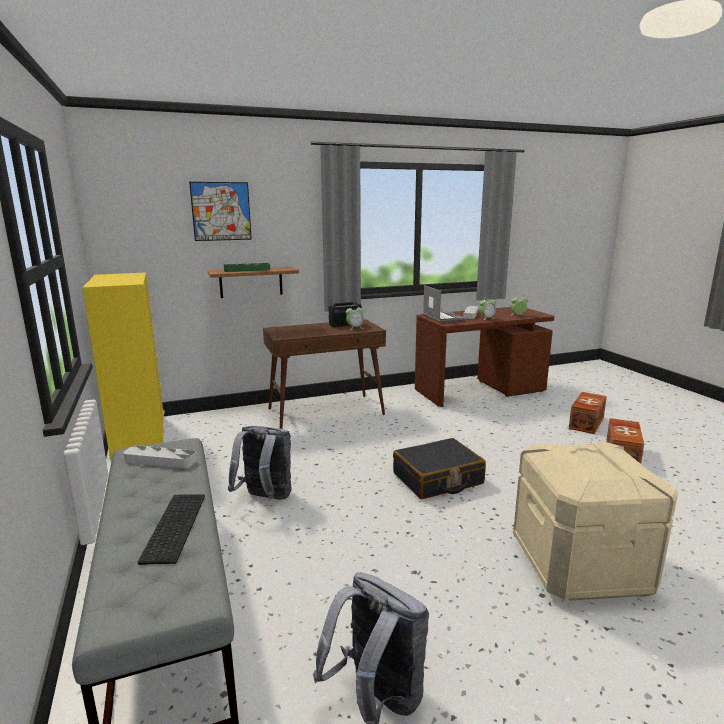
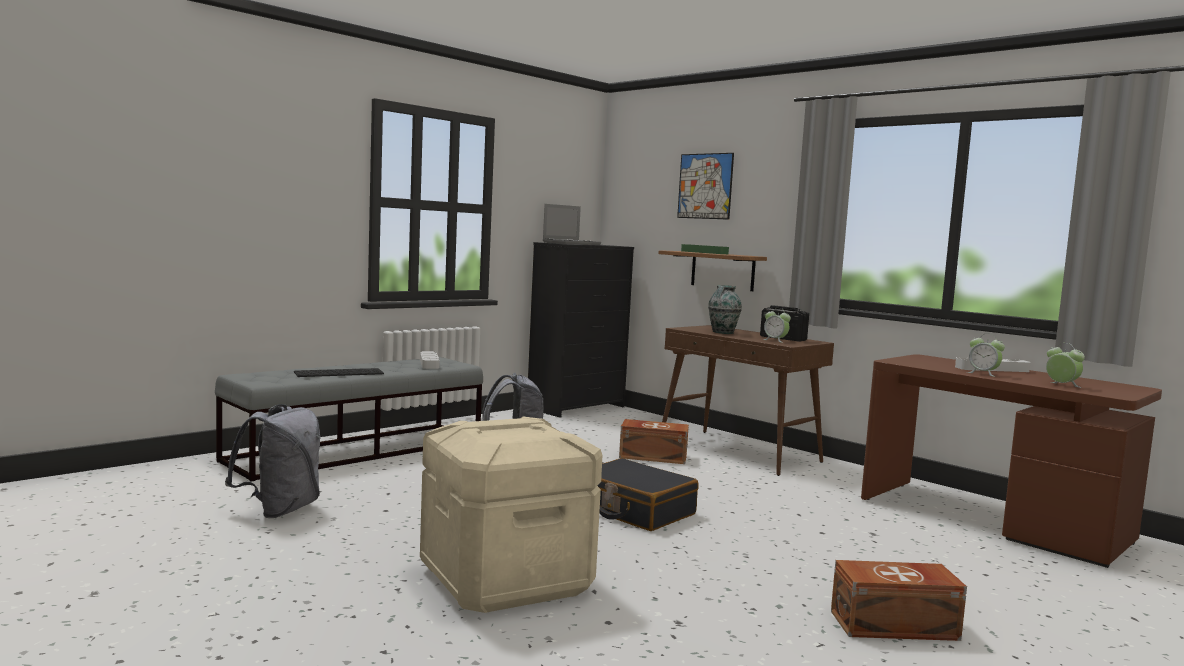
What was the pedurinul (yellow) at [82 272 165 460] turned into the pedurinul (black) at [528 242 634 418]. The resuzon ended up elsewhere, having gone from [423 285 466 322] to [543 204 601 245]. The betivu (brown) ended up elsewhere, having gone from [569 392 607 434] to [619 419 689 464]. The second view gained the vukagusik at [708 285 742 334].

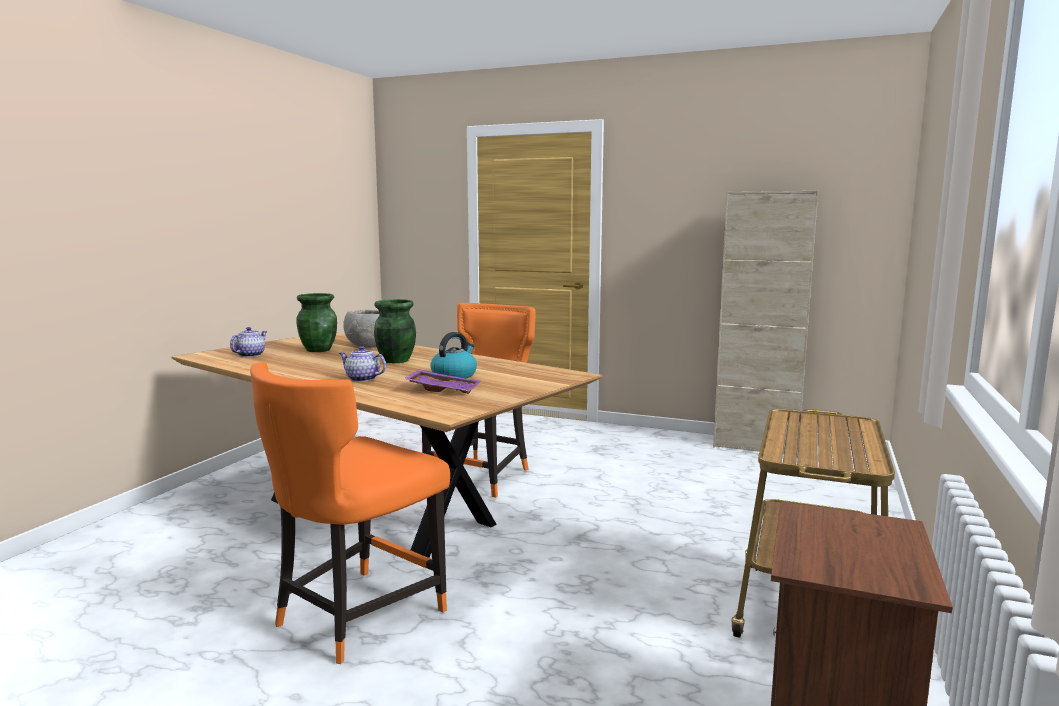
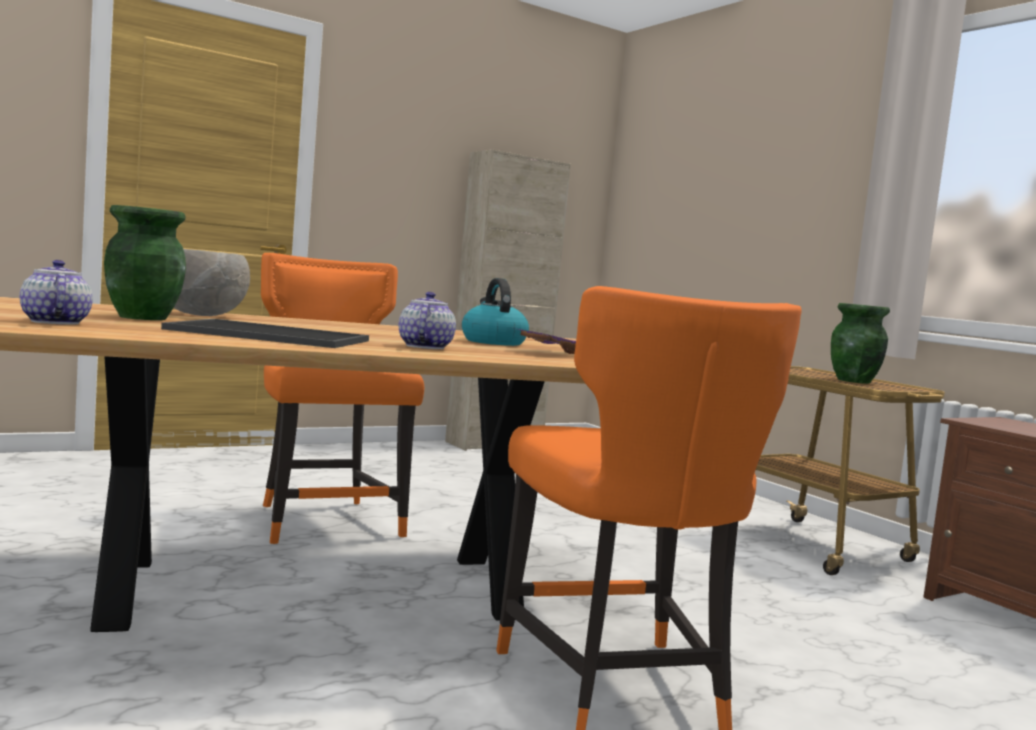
The vukagusik (green) ended up elsewhere, having gone from [374 299 416 363] to [831 303 890 384]. The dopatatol at [339 346 386 382] ended up facing another way, 120 degrees clockwise from before. The second view gained the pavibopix at [161 319 369 348].

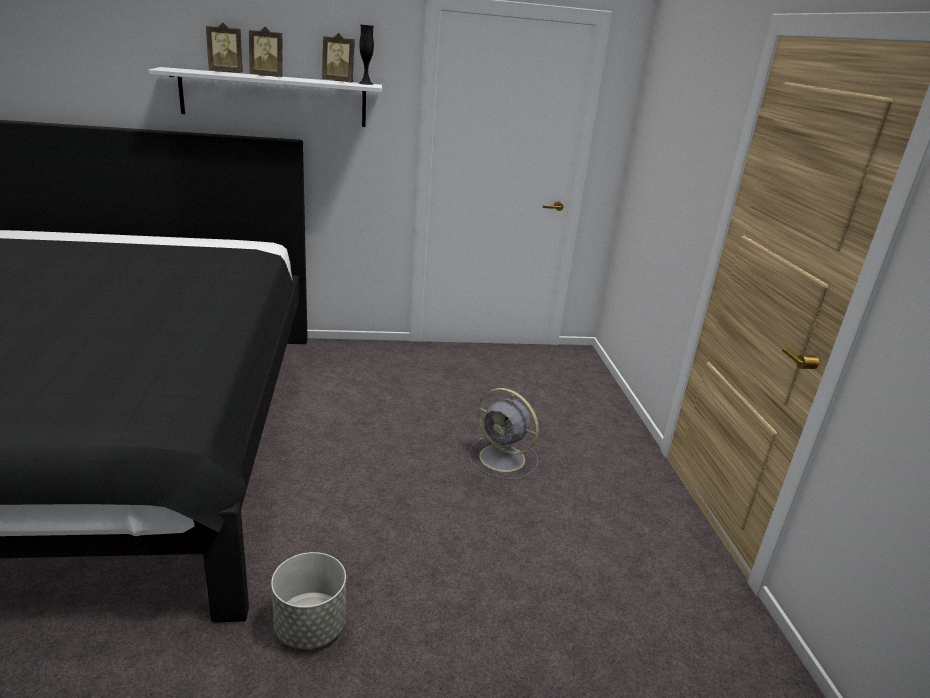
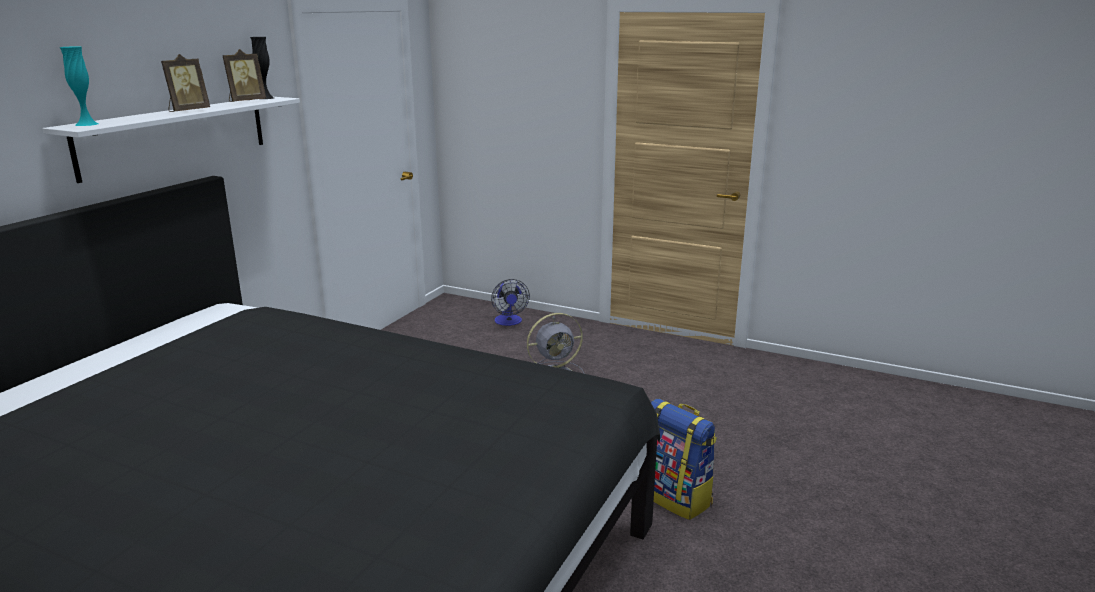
The second view lost the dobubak at [206 22 243 73]. Where the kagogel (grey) stood at [271 552 346 649], the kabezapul came to stand at [651 399 717 520]. The second view gained the vukagusik (turquoise) at [60 46 99 126]. The second view gained the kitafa at [491 279 530 326].

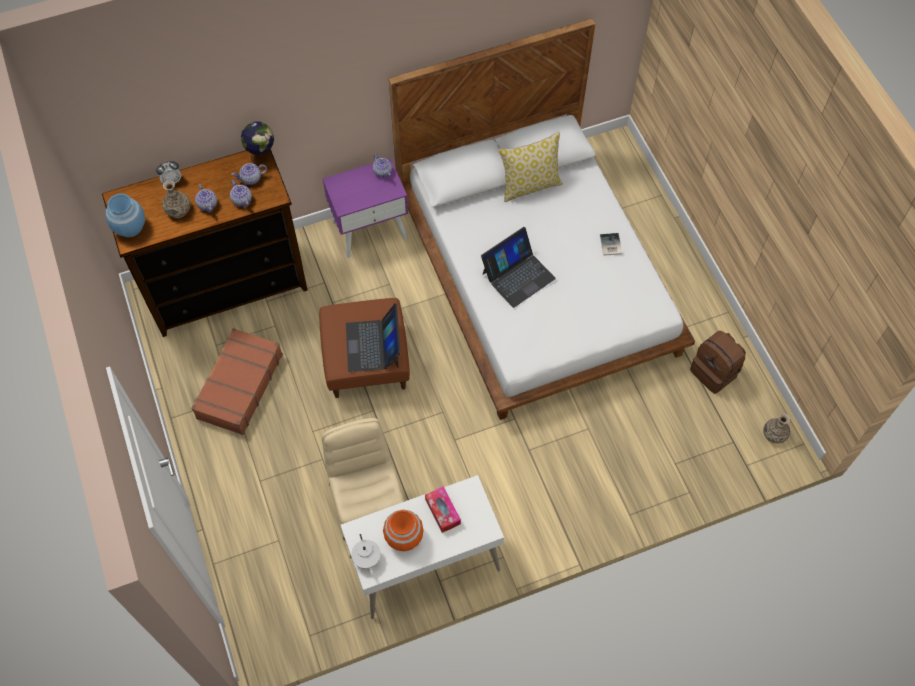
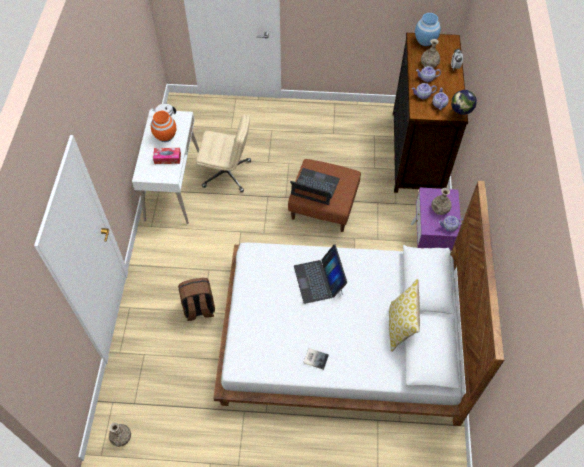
The second view lost the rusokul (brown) at [191 328 283 435]. The kabezapul (brown) ended up elsewhere, having gone from [690 331 746 394] to [178 278 215 321]. The second view gained the vukagusik at [431 188 452 215].

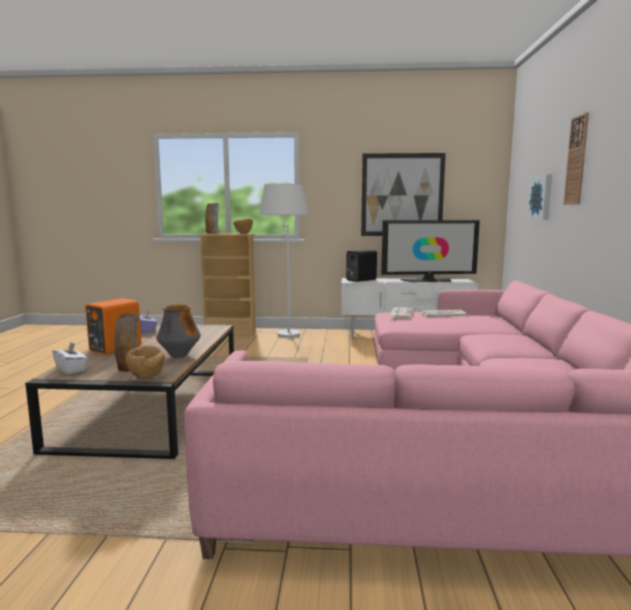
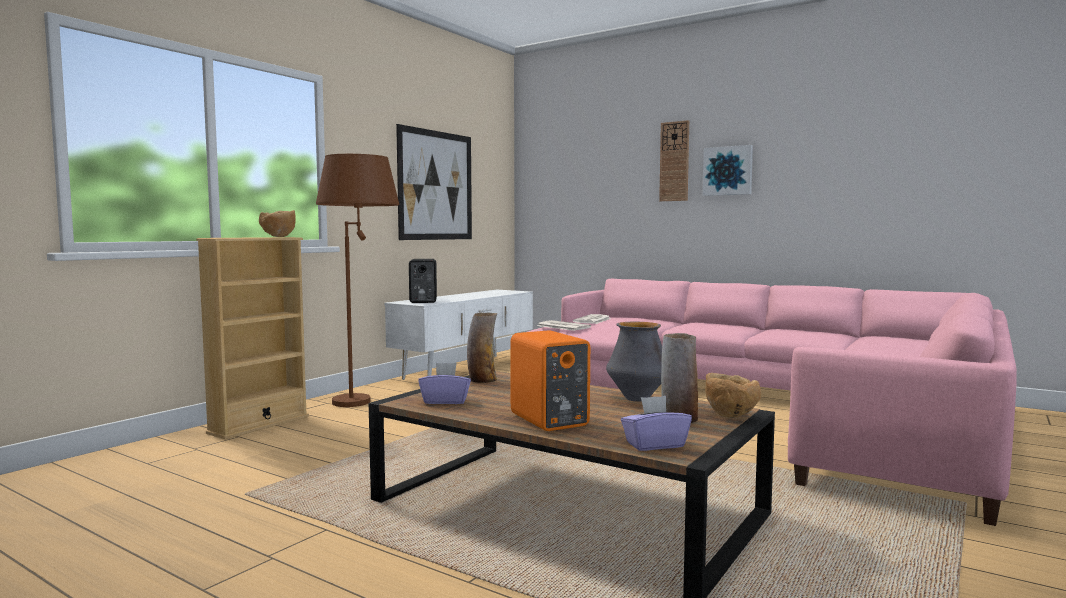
The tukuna ended up elsewhere, having gone from [527 174 552 220] to [703 145 753 196]. What was the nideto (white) at [259 184 309 338] turned into the nideto (brown) at [316 154 399 407]. The vukagusik ended up elsewhere, having gone from [205 203 219 233] to [467 312 497 383]. The second view lost the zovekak at [381 220 480 282]. What was the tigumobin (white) at [52 342 88 374] turned into the tigumobin (purple) at [621 396 692 451].

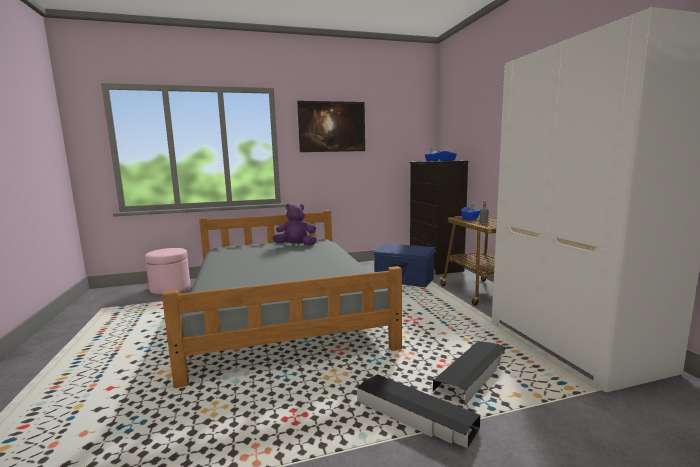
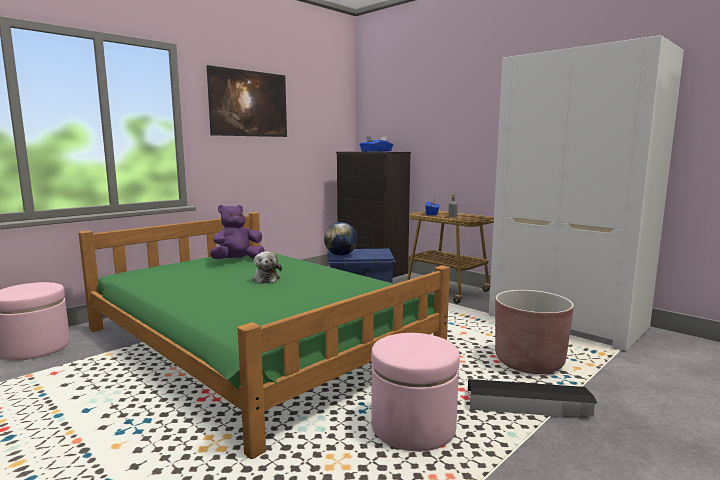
What was the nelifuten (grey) at [162 210 402 388] turned into the nelifuten (green) at [78 212 450 459]. Where the betivu (black) stood at [433 341 506 405], the kagogel (brown) came to stand at [495 290 574 374]. The second view gained the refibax at [324 222 358 256]. The second view gained the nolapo at [252 251 282 283]. The second view gained the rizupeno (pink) at [371 333 460 451].

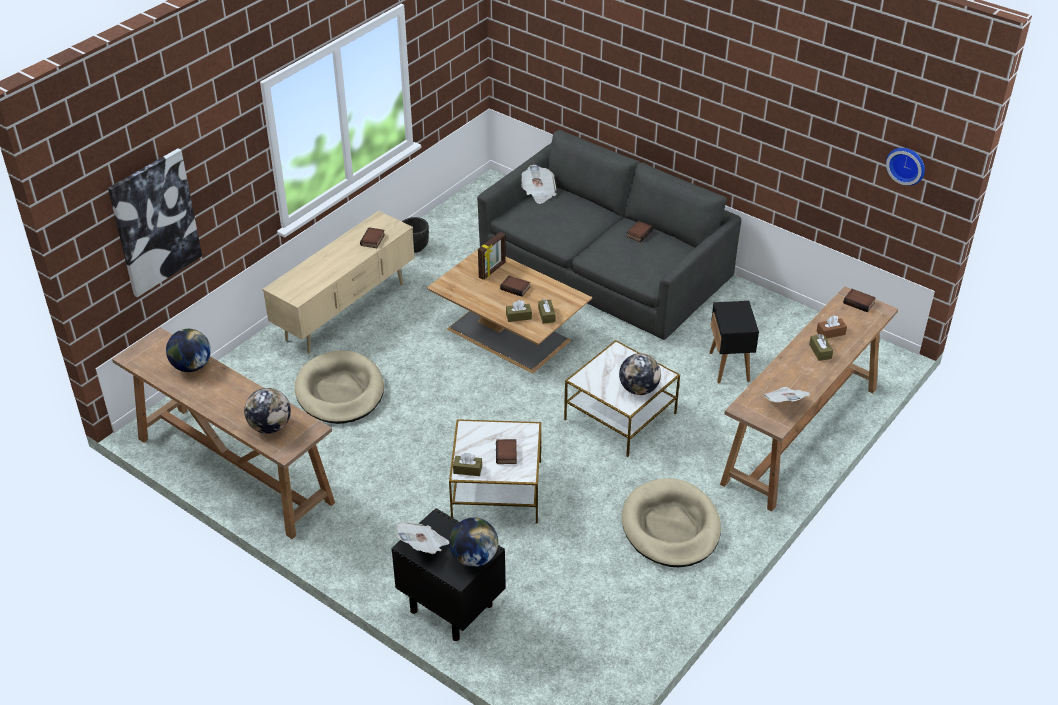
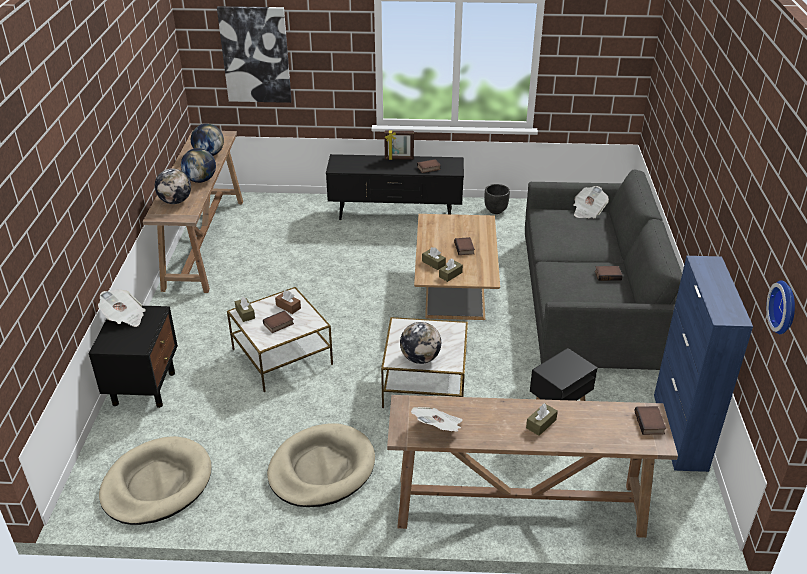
What was the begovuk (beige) at [263 211 414 354] turned into the begovuk (black) at [326 154 464 220]. The dobubak ended up elsewhere, having gone from [478 232 505 280] to [384 130 414 160]. The tigumobin (brown) ended up elsewhere, having gone from [817 315 847 339] to [275 290 301 314]. The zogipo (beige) ended up elsewhere, having gone from [295 350 384 424] to [99 436 212 525]. The refibax ended up elsewhere, having gone from [449 518 498 567] to [181 148 216 183]. The second view gained the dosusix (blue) at [654 256 753 472].

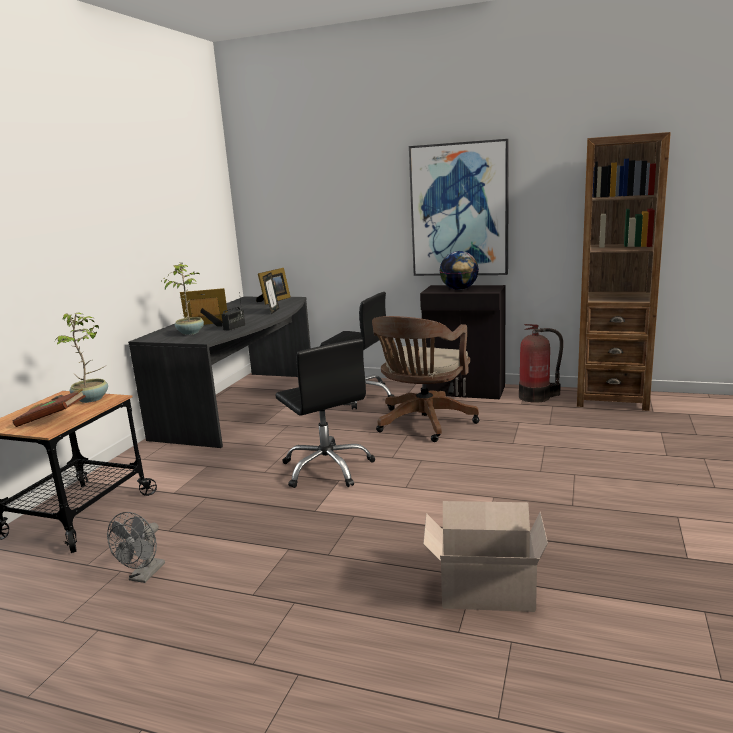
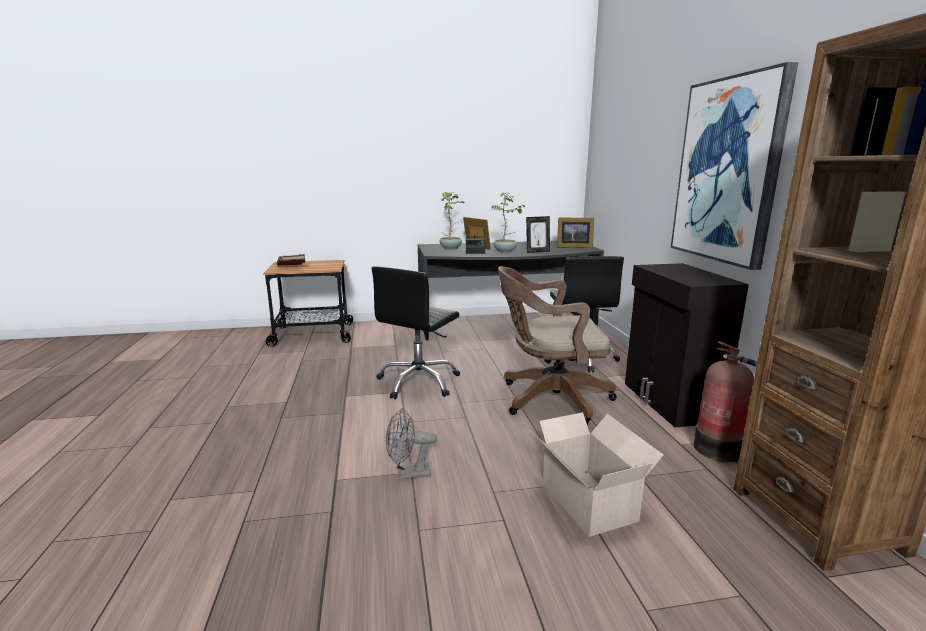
The second view lost the refibax at [440 251 479 290]. The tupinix ended up elsewhere, having gone from [55 312 108 403] to [491 192 525 253]. The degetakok ended up elsewhere, having gone from [423 501 548 612] to [530 412 664 537]. The kitafa (grey) ended up elsewhere, having gone from [107 512 165 583] to [386 408 437 480].

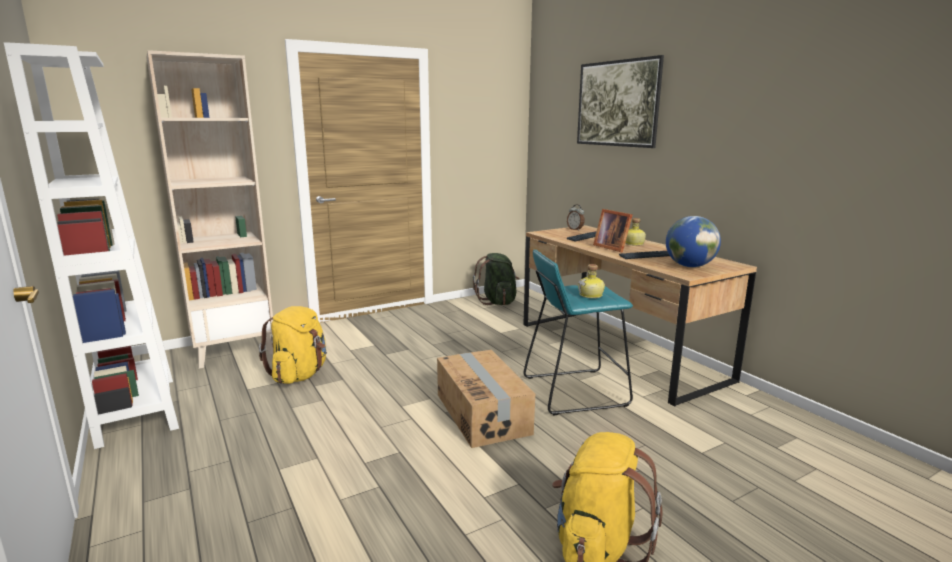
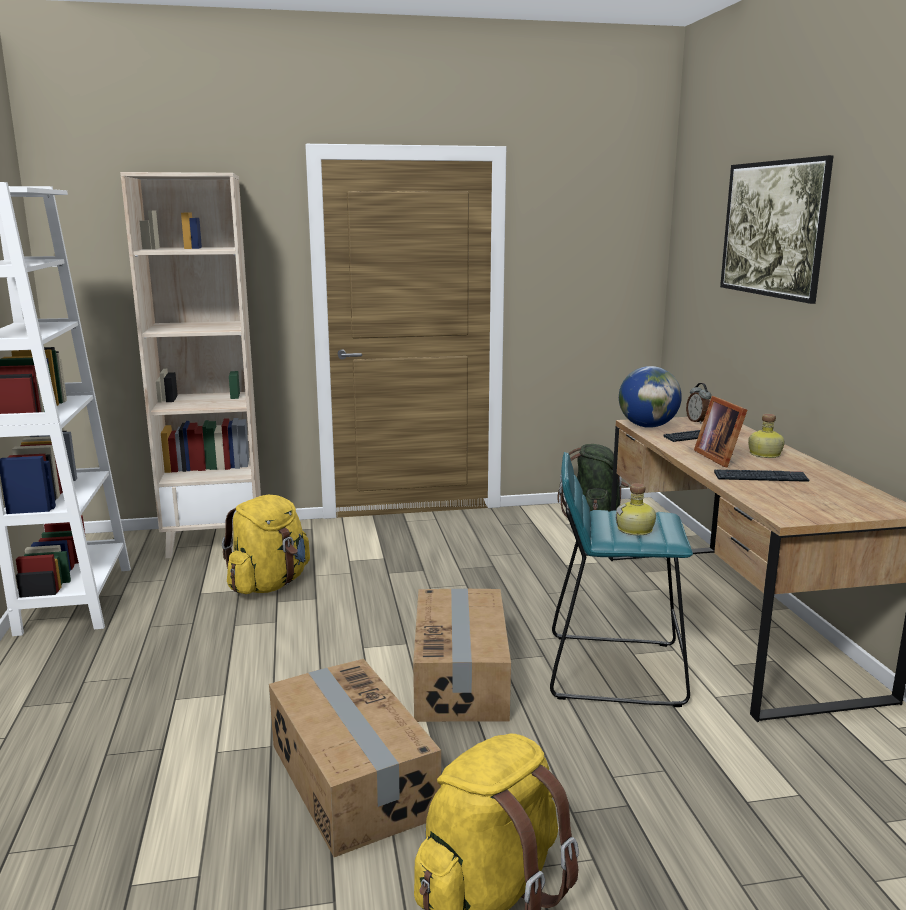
The refibax ended up elsewhere, having gone from [666 216 721 267] to [619 366 682 428]. The second view gained the degetakok at [269 659 441 857].

